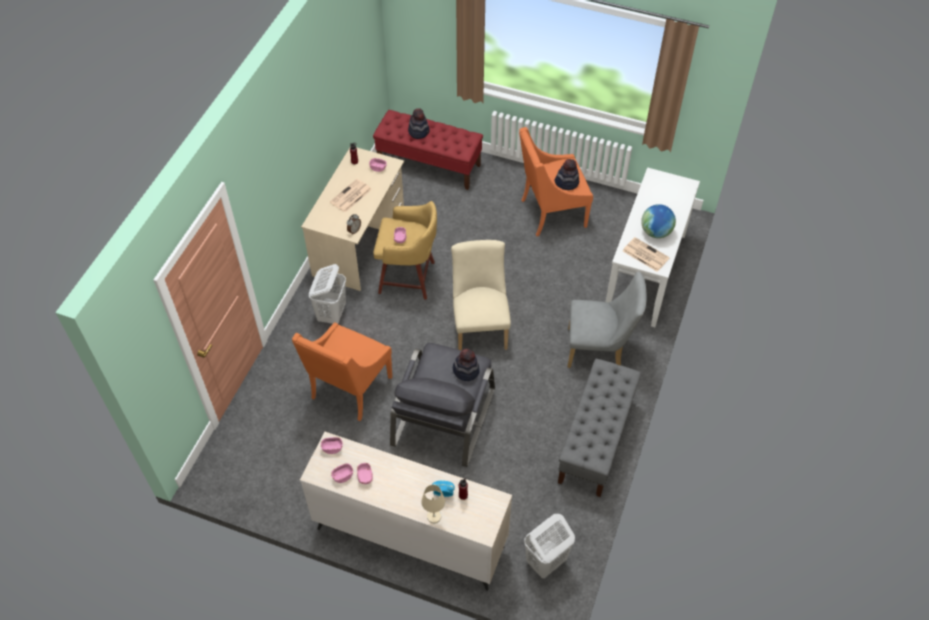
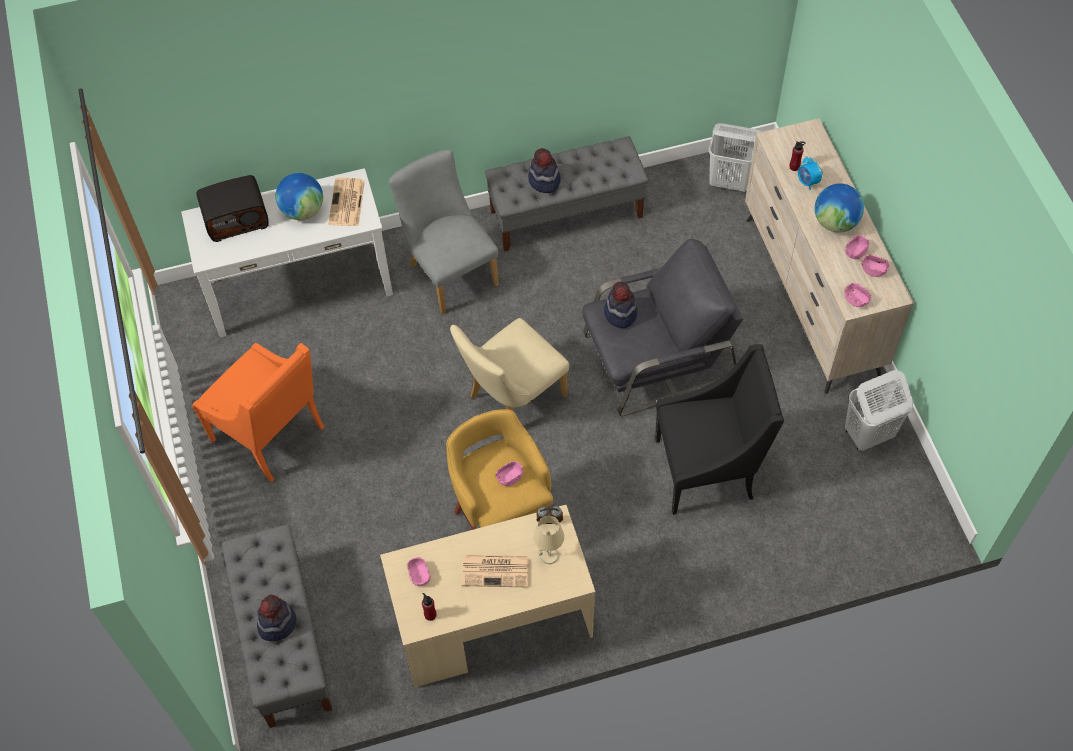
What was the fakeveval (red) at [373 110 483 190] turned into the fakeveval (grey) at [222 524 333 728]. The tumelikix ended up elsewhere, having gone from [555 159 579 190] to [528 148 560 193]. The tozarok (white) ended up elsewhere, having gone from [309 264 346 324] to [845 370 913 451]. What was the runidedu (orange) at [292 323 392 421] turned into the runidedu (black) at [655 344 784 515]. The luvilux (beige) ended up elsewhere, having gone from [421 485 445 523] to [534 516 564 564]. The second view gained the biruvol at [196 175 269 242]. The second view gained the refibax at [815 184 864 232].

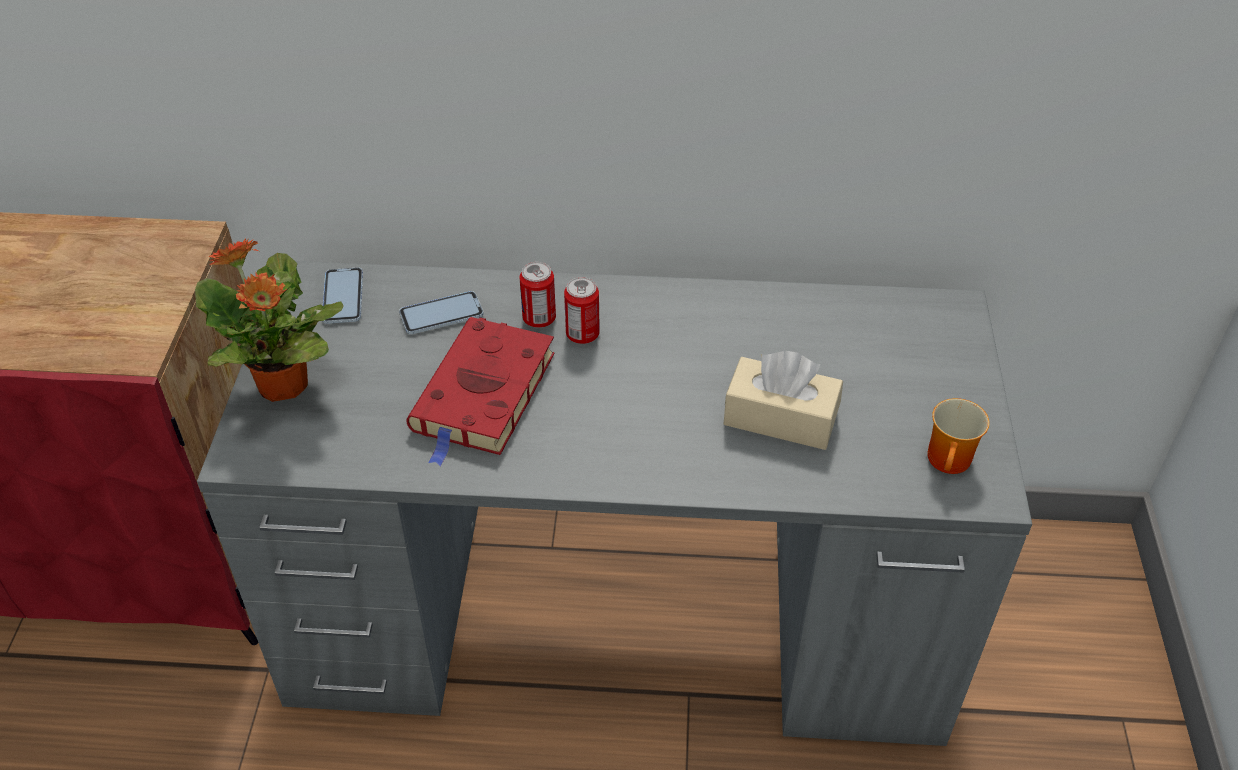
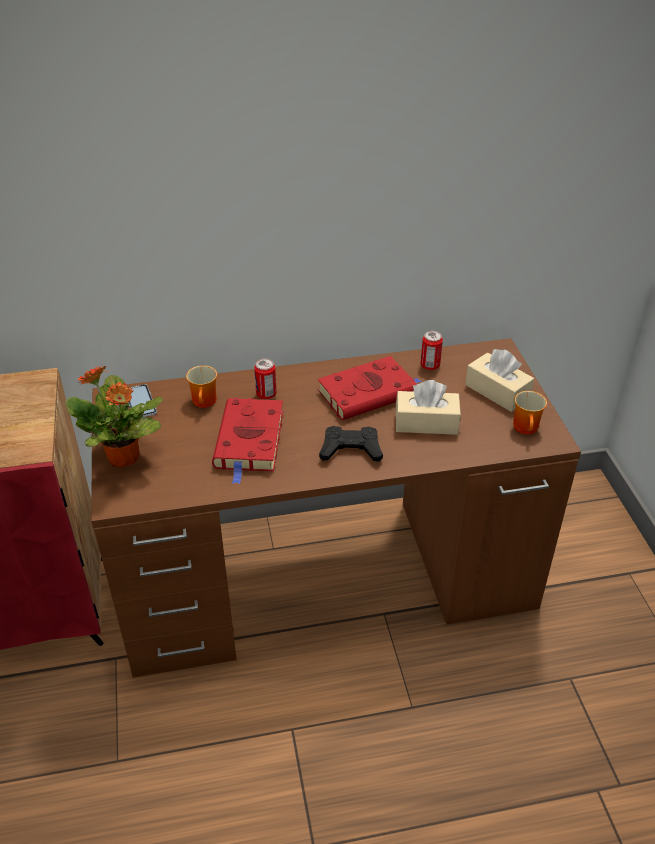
What was the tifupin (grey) at [197 261 1032 746] turned into the tifupin (brown) at [91 338 581 678]. The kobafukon ended up elsewhere, having gone from [564 277 600 344] to [421 331 443 370]. Where the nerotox stood at [399 291 484 334], the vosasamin came to stand at [186 365 217 408]. The second view gained the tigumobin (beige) at [465 349 534 412]. The second view gained the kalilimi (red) at [318 356 422 420]. The second view gained the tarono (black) at [319 426 383 462].

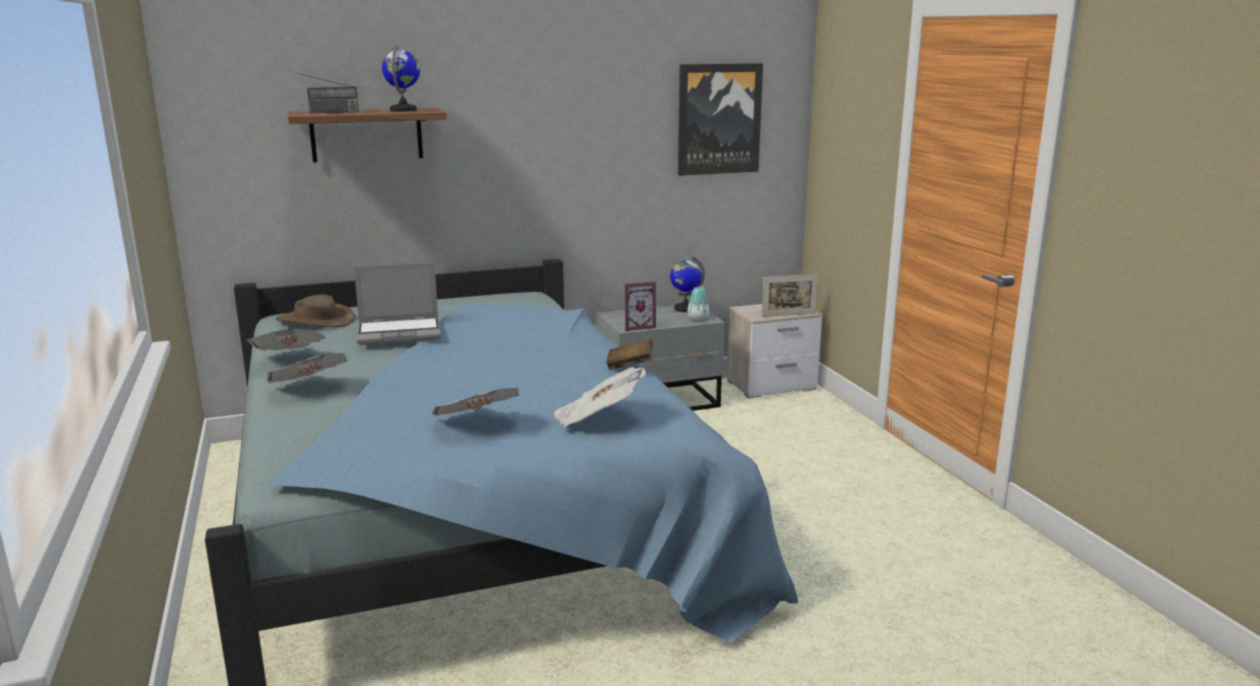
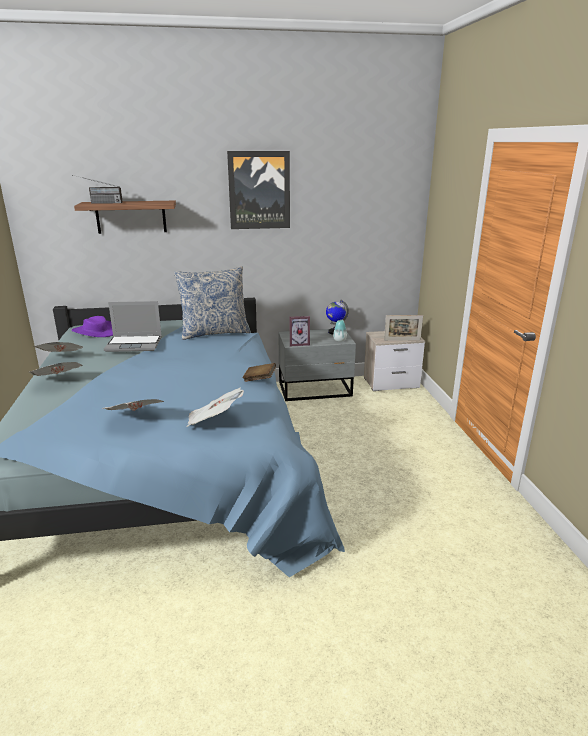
The second view lost the refibax at [382 45 420 112]. The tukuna ended up elsewhere, having gone from [678 63 763 176] to [227 151 290 229]. What was the tumelikix (brown) at [276 295 355 327] turned into the tumelikix (purple) at [72 316 113 337]. The second view gained the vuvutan at [174 266 251 340].

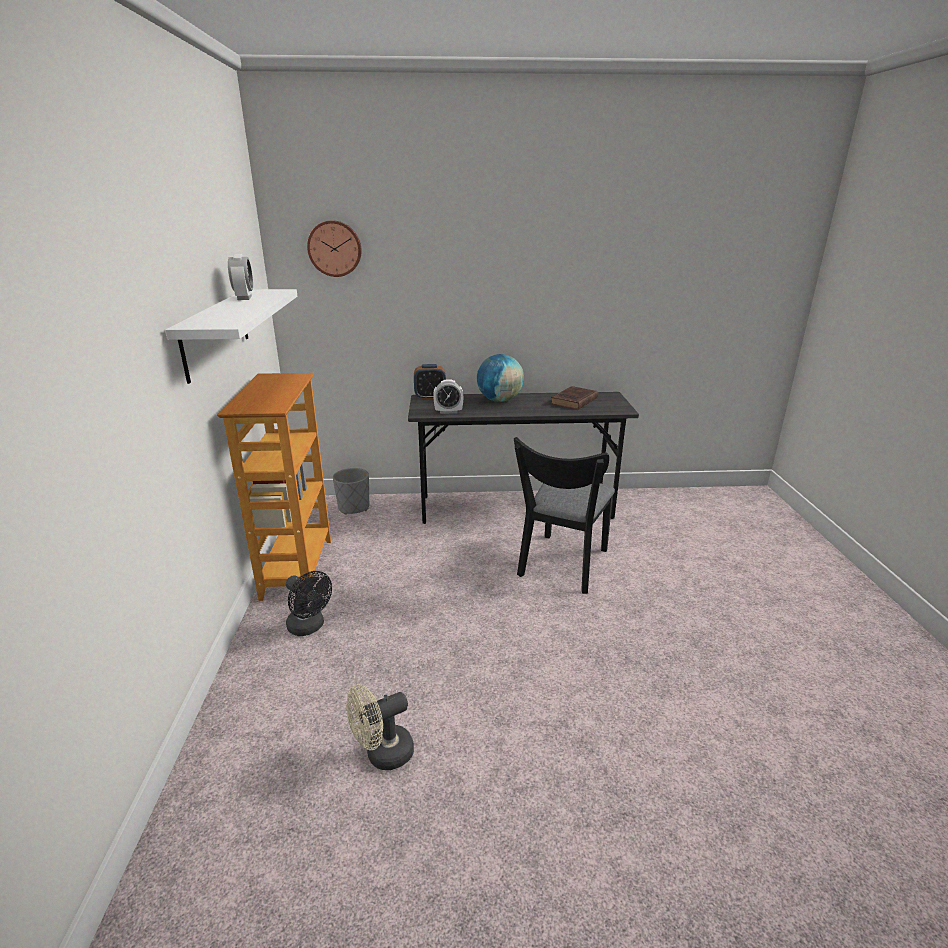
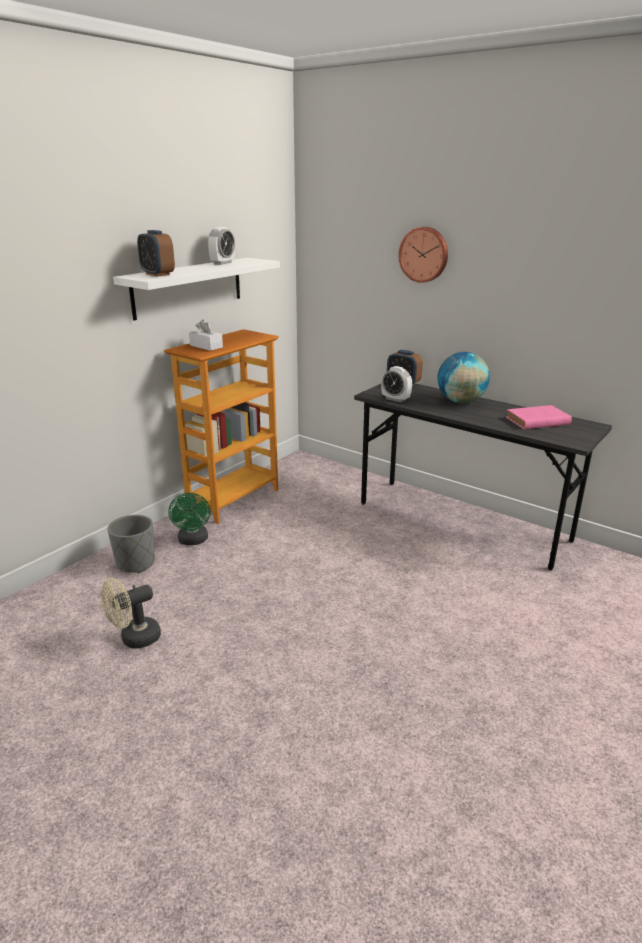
The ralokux ended up elsewhere, having gone from [307 220 362 277] to [398 227 448 283]. What was the kalilimi (brown) at [551 386 599 410] turned into the kalilimi (pink) at [506 405 572 429]. The second view lost the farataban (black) at [514 437 615 594]. The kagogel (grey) ended up elsewhere, having gone from [333 468 369 515] to [108 515 155 573]. What was the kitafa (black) at [286 571 332 636] turned into the kitafa (green) at [168 493 210 545]. The kitafa (beige) at [346 684 414 770] ended up facing another way, 45 degrees counterclockwise from before. The second view gained the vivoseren at [137 230 175 277]. The second view gained the tigumobin (white) at [189 320 223 351].

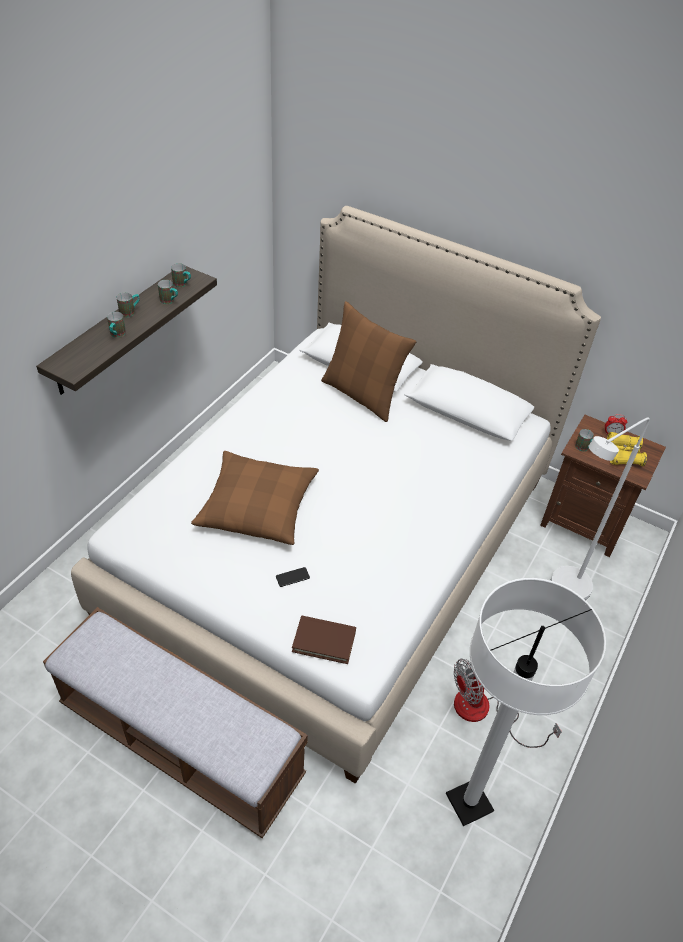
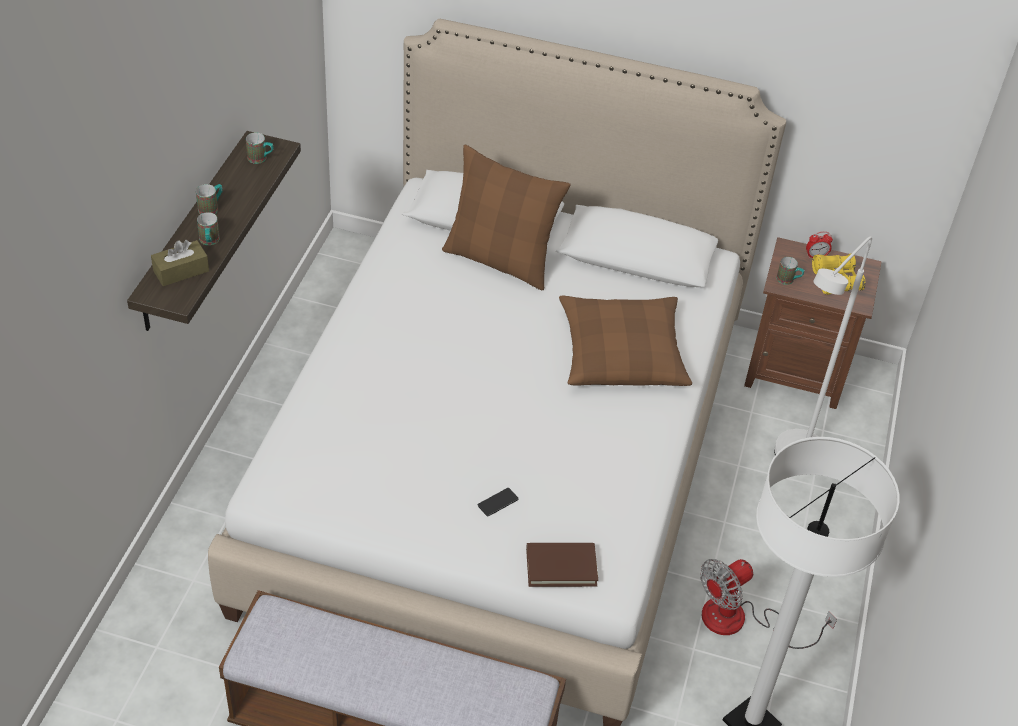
The second view lost the vosasamin at [158 280 178 304]. The vuvutan (brown) ended up elsewhere, having gone from [191 451 319 545] to [559 296 692 386]. The second view gained the tigumobin (brown) at [151 240 209 286].

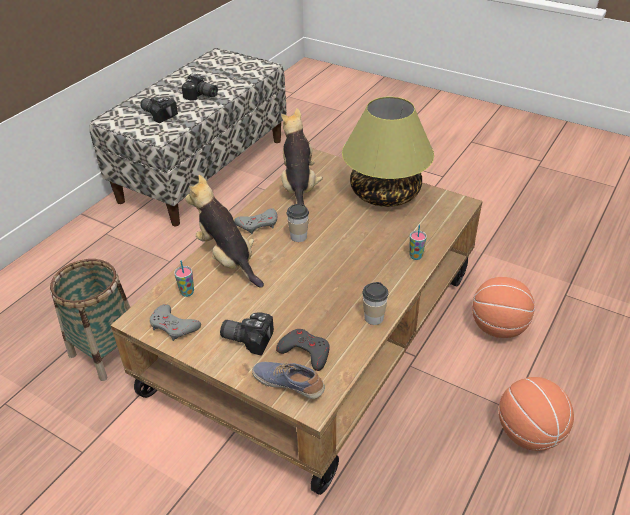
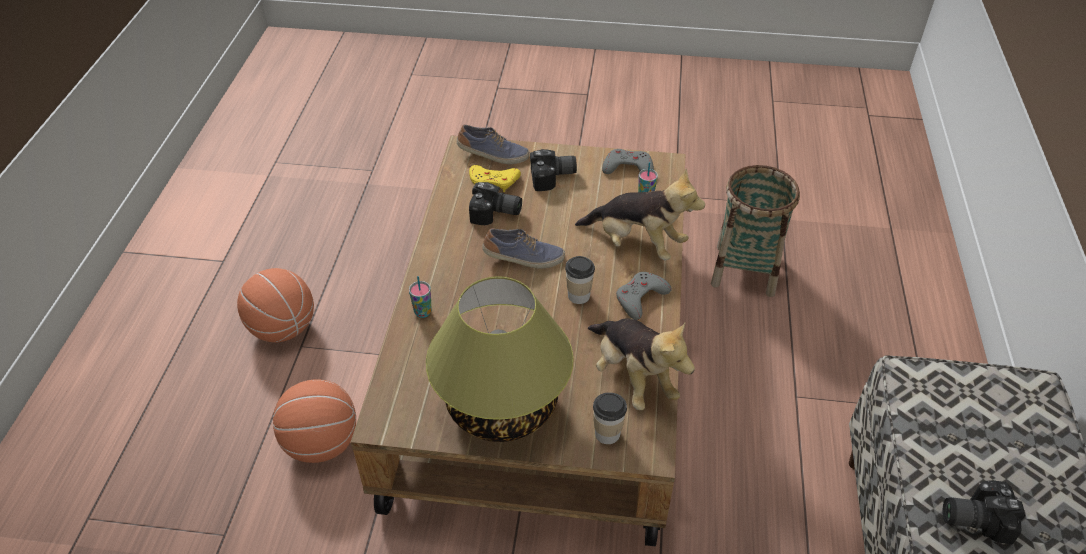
The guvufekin ended up elsewhere, having gone from [140 97 178 123] to [469 182 522 225]. The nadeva ended up elsewhere, having gone from [362 282 388 325] to [593 392 627 444]. What was the tarono (grey) at [276 329 330 371] turned into the tarono (yellow) at [469 165 521 192]. The second view gained the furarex at [482 228 565 269].

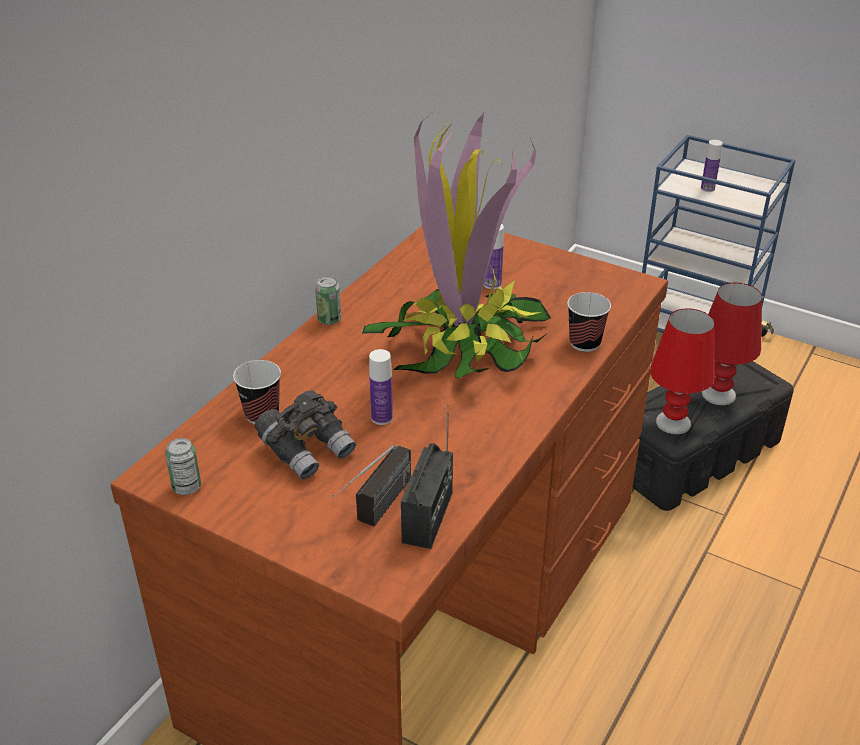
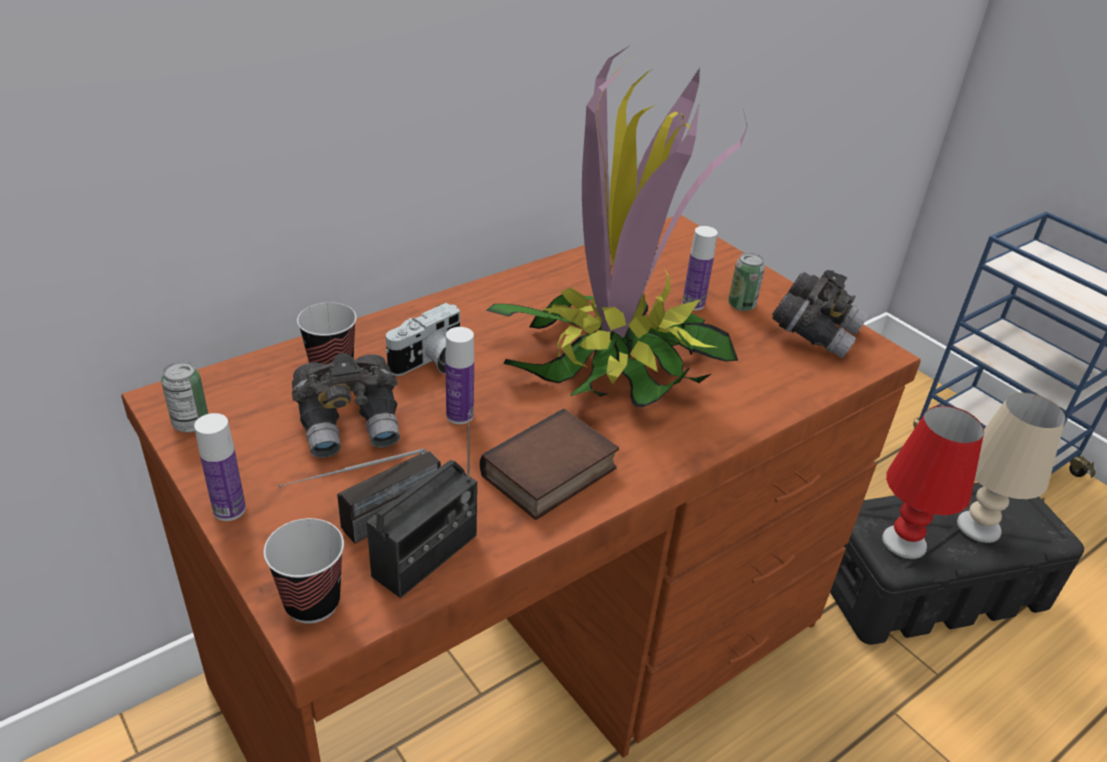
The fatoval ended up elsewhere, having gone from [701 140 723 192] to [194 413 246 521]. The kobafukon ended up elsewhere, having gone from [315 276 341 325] to [728 253 765 311]. What was the luvilux (red) at [702 283 762 405] turned into the luvilux (beige) at [957 392 1065 543]. The nadeva ended up elsewhere, having gone from [567 292 611 352] to [264 518 344 623]. The second view gained the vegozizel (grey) at [772 270 869 359]. The second view gained the guvufekin at [385 303 460 376]. The second view gained the kalilimi at [480 409 619 520].

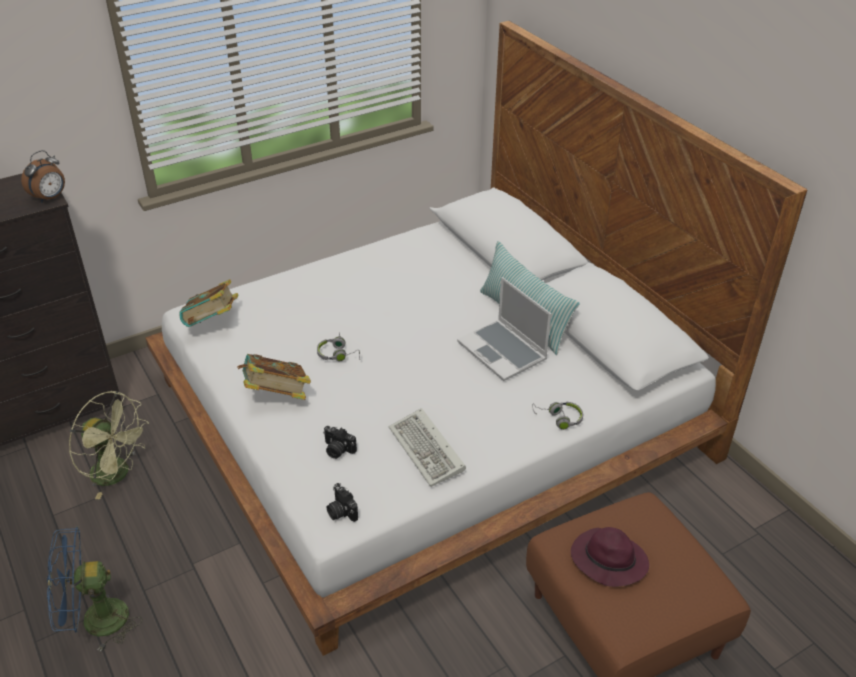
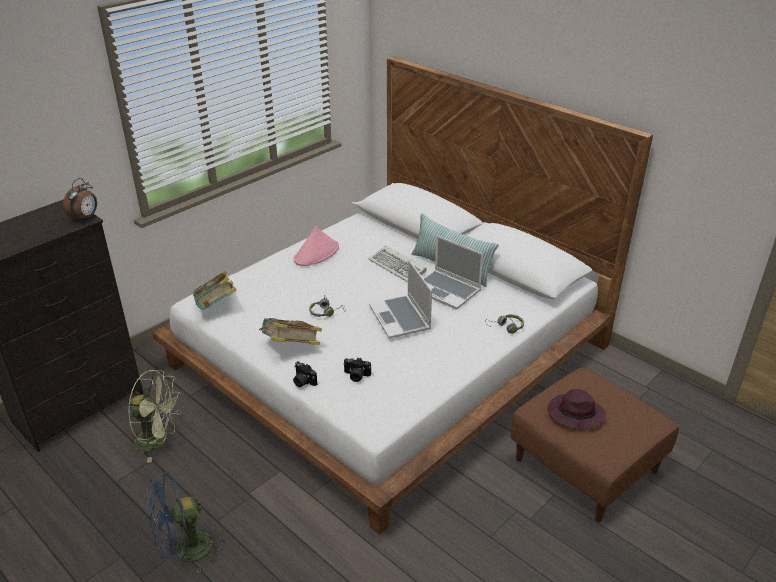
The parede ended up elsewhere, having gone from [389 408 466 487] to [369 246 427 282]. The guvufekin ended up elsewhere, having gone from [327 483 358 522] to [293 361 317 387]. The second view gained the tumelikix (pink) at [294 226 339 266]. The second view gained the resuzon at [369 260 432 339].

